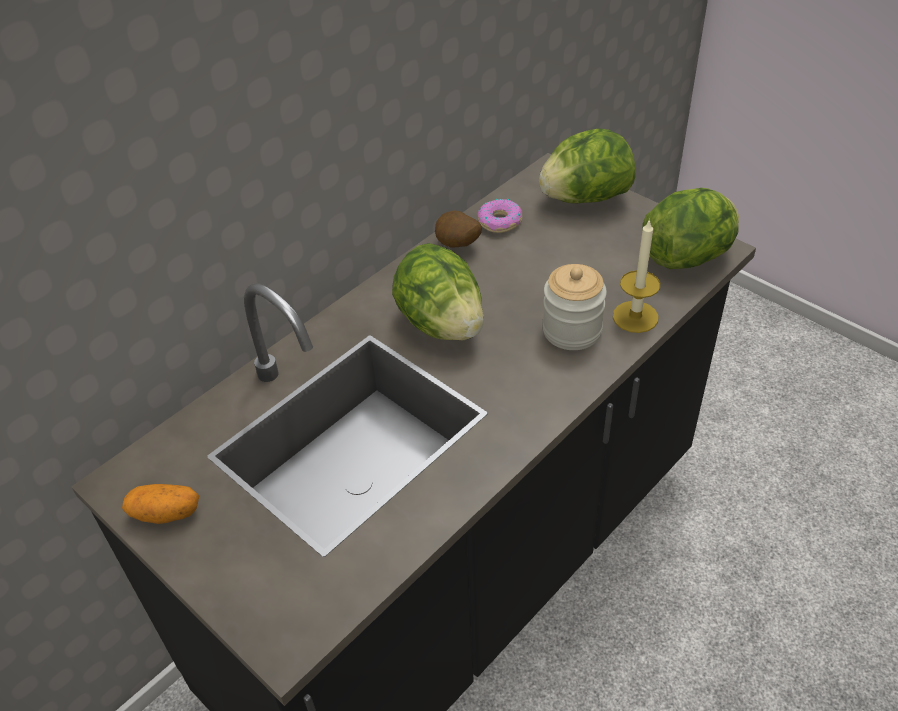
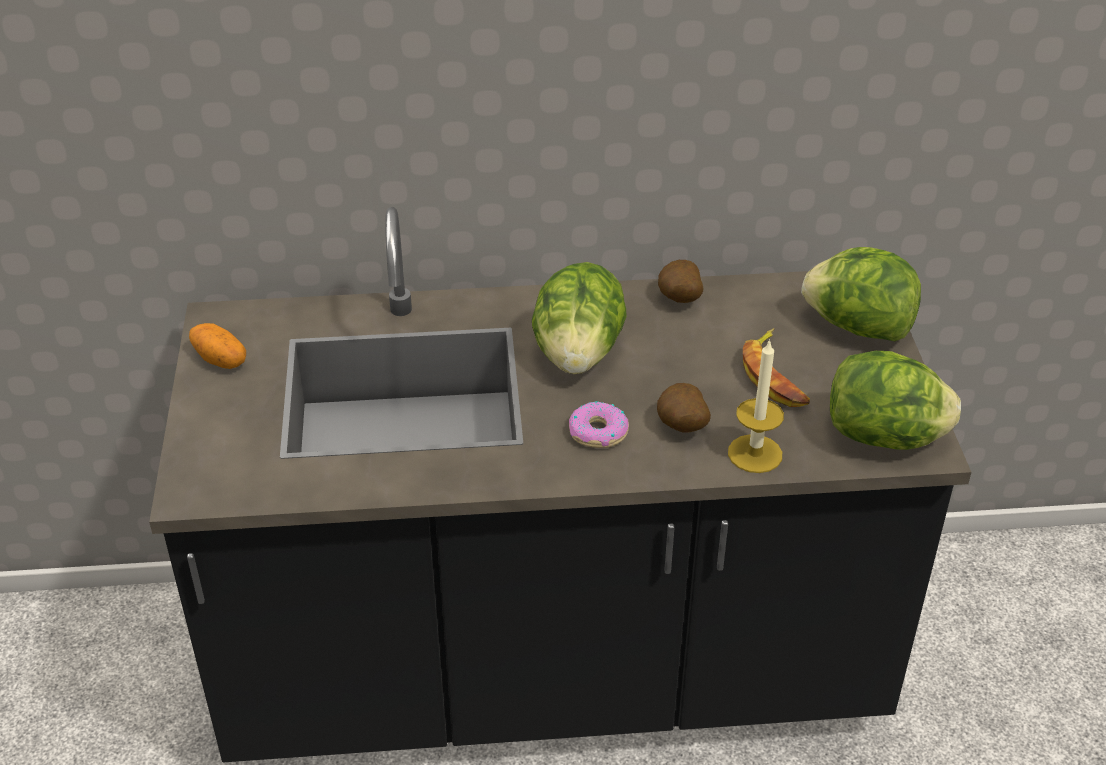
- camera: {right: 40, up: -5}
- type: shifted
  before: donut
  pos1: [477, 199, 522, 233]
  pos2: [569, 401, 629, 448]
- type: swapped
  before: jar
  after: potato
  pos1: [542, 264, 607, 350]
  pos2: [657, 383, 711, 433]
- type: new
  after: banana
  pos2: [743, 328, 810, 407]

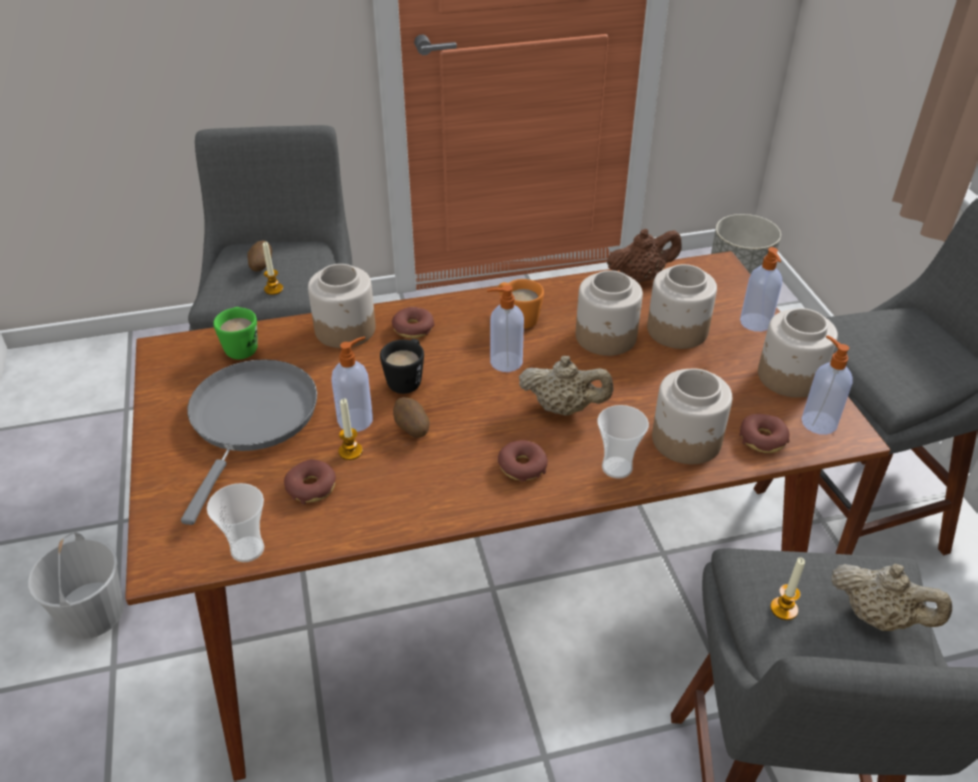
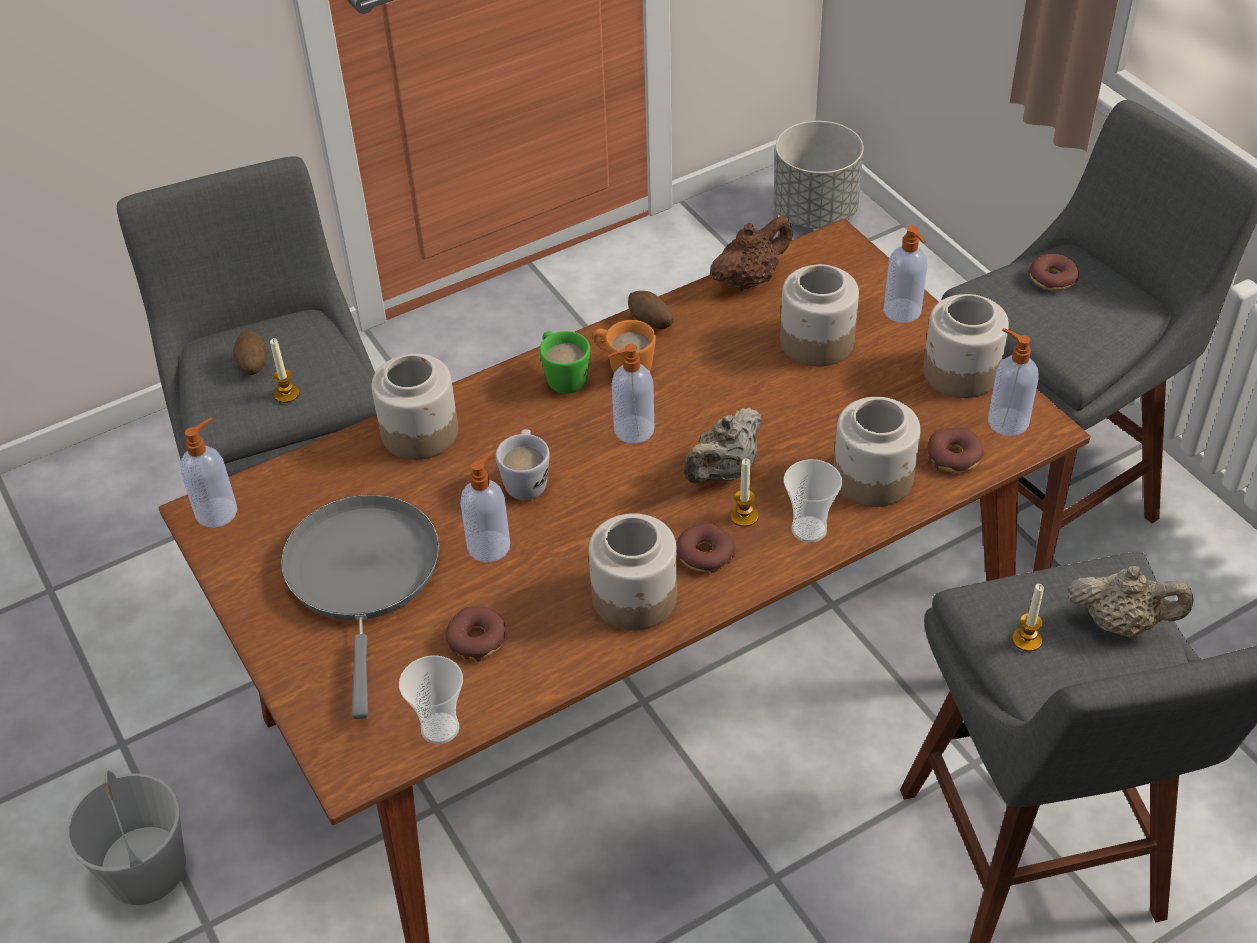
- camera: {right: -15, up: 5}
- type: new
  after: soap dispenser
  pos2: [180, 418, 237, 528]
- type: repainted
  before: black mug
  after: white mug
  pos1: [380, 339, 424, 394]
  pos2: [496, 429, 550, 500]
- type: shifted
  before: green mug
  pos1: [213, 307, 258, 359]
  pos2: [539, 331, 590, 394]
- type: shifted
  before: jar
  pos1: [576, 270, 643, 356]
  pos2: [589, 513, 677, 630]
- type: shifted
  before: potato
  pos1: [393, 397, 430, 438]
  pos2: [628, 291, 674, 330]
- type: rotated
  before: beige teapot
  pos1: [519, 356, 614, 416]
  pos2: [684, 408, 761, 484]
  turn: 135
- type: shifted
  before: candle
  pos1: [339, 399, 363, 460]
  pos2: [730, 458, 758, 527]
- type: shifted
  before: donut
  pos1: [392, 307, 435, 338]
  pos2: [1028, 254, 1079, 291]

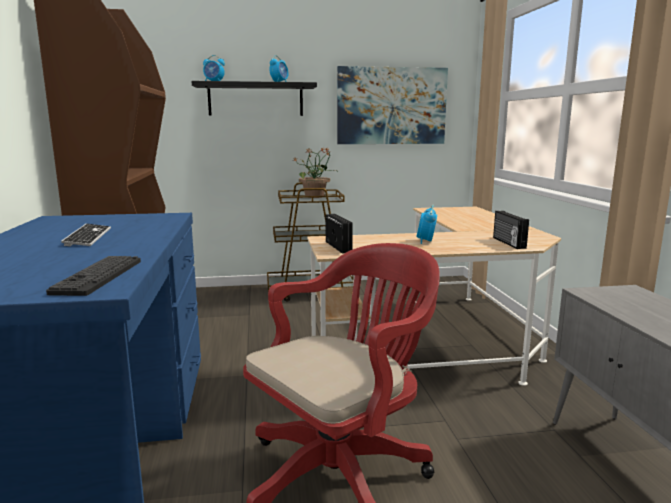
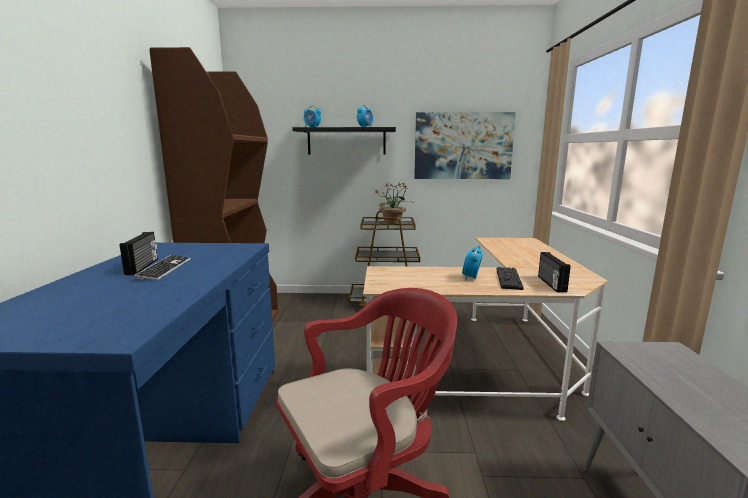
- camera: {right: 10, up: 0}
- type: shifted
  before: radio
  pos1: [326, 214, 353, 254]
  pos2: [120, 232, 158, 275]
- type: shifted
  before: keyboard
  pos1: [46, 256, 141, 296]
  pos2: [496, 267, 524, 290]

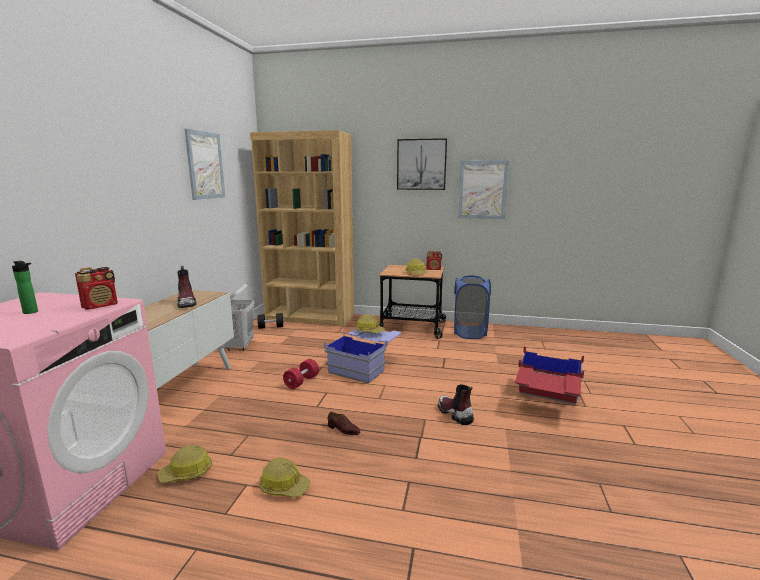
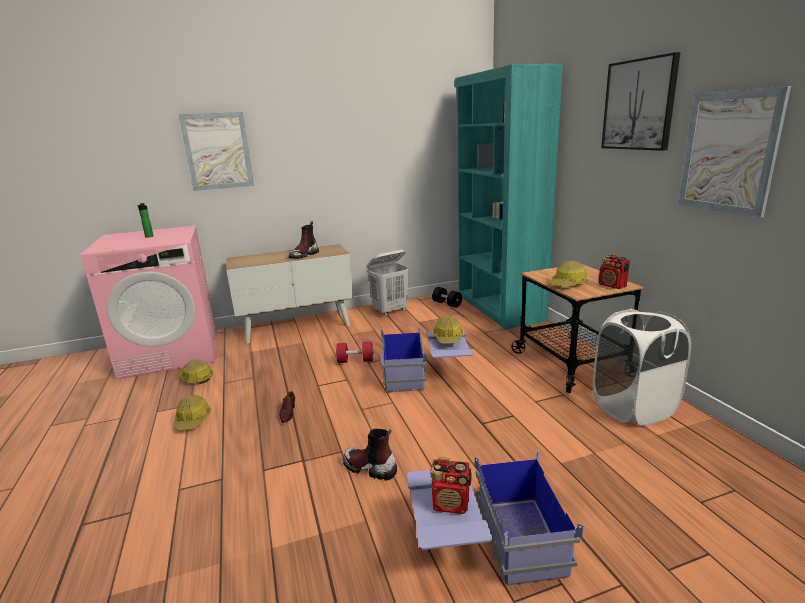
- camera: {right: 60, up: 5}
- type: shifted
  before: picture
  pos1: [185, 129, 225, 200]
  pos2: [178, 112, 254, 191]
- type: rotated
  before: boot
  pos1: [438, 384, 474, 425]
  pos2: [343, 429, 397, 480]
  turn: -90
- type: repainted
  before: red storage box
  after: blue storage box
  pos1: [515, 346, 584, 404]
  pos2: [407, 450, 584, 585]
- type: shifted
  before: radio
  pos1: [75, 267, 118, 310]
  pos2: [430, 457, 472, 514]
- type: repainted
  before: brown bookcase
  after: turquoise bookcase
  pos1: [250, 130, 354, 327]
  pos2: [455, 64, 563, 329]
- type: repainted
  before: blue laundry basket
  after: white laundry basket
  pos1: [454, 276, 491, 339]
  pos2: [593, 309, 691, 426]

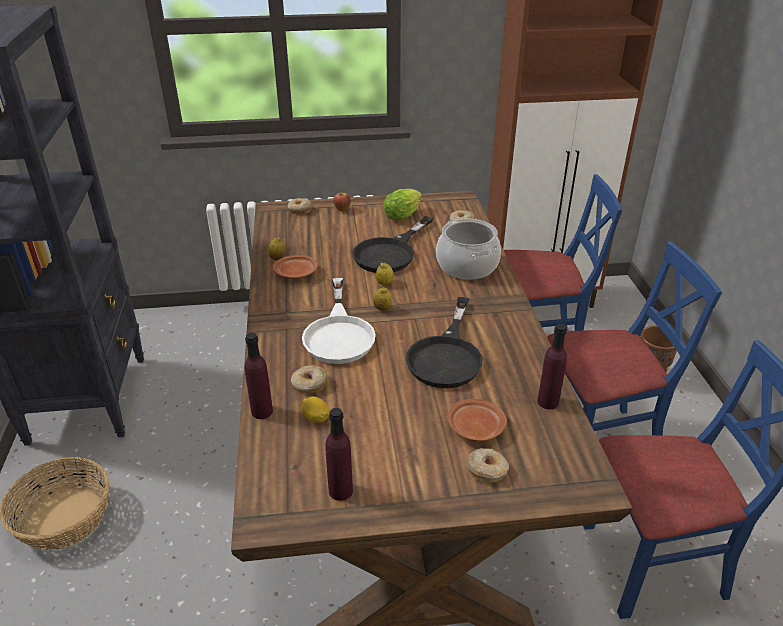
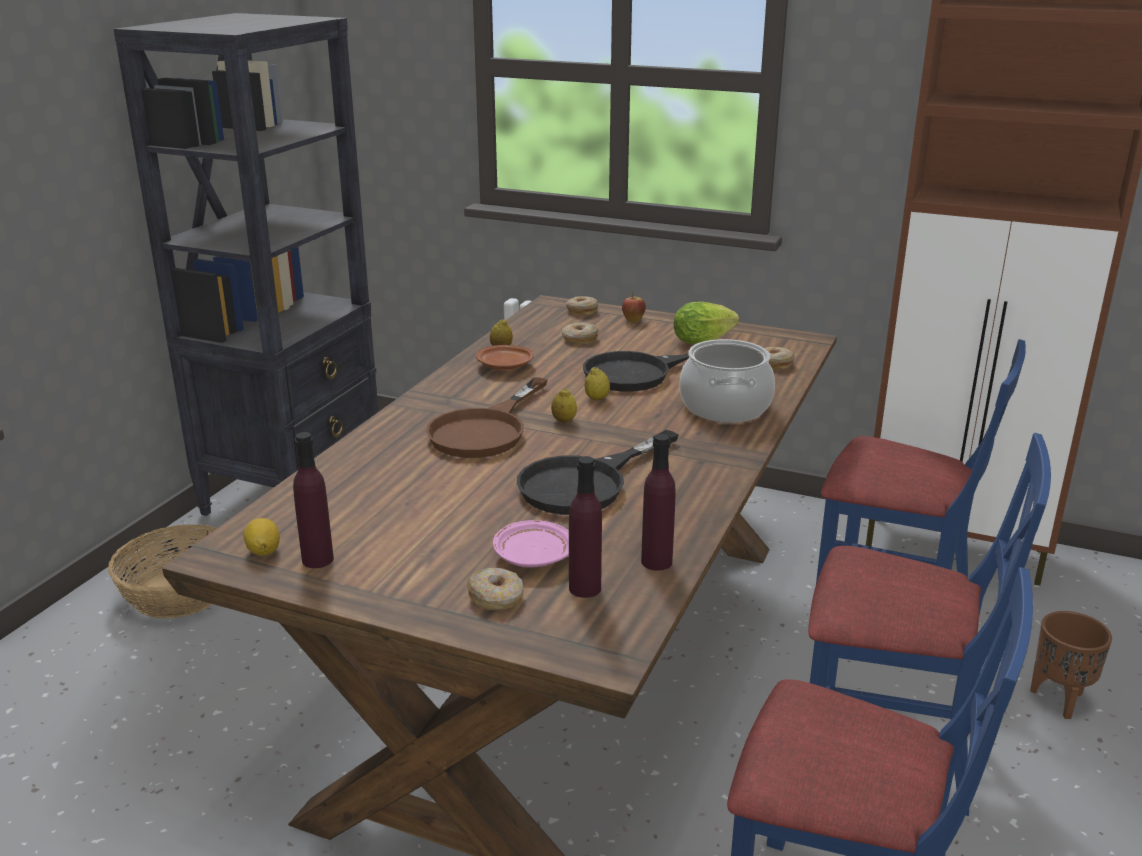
- camera: {right: 30, up: -10}
- type: shifted
  before: lemon
  pos1: [301, 396, 329, 423]
  pos2: [244, 518, 280, 556]
- type: repainted
  before: white frying pan
  after: brown frying pan
  pos1: [302, 278, 376, 364]
  pos2: [426, 377, 548, 458]
- type: repainted
  before: brown plate
  after: pink plate
  pos1: [447, 399, 507, 441]
  pos2: [493, 520, 569, 568]
- type: shifted
  before: donut
  pos1: [291, 365, 327, 393]
  pos2: [562, 322, 599, 344]
- type: shifted
  before: purple bottle
  pos1: [245, 333, 273, 419]
  pos2: [569, 456, 602, 598]

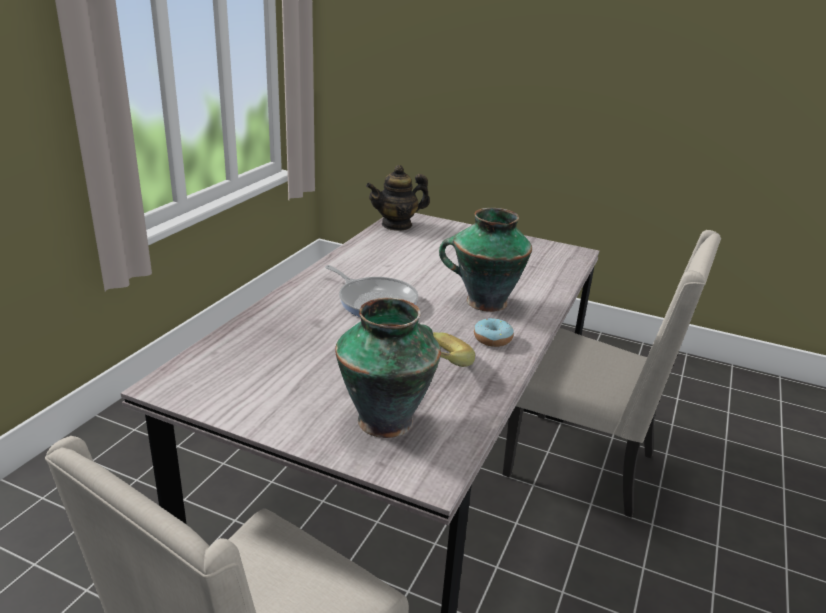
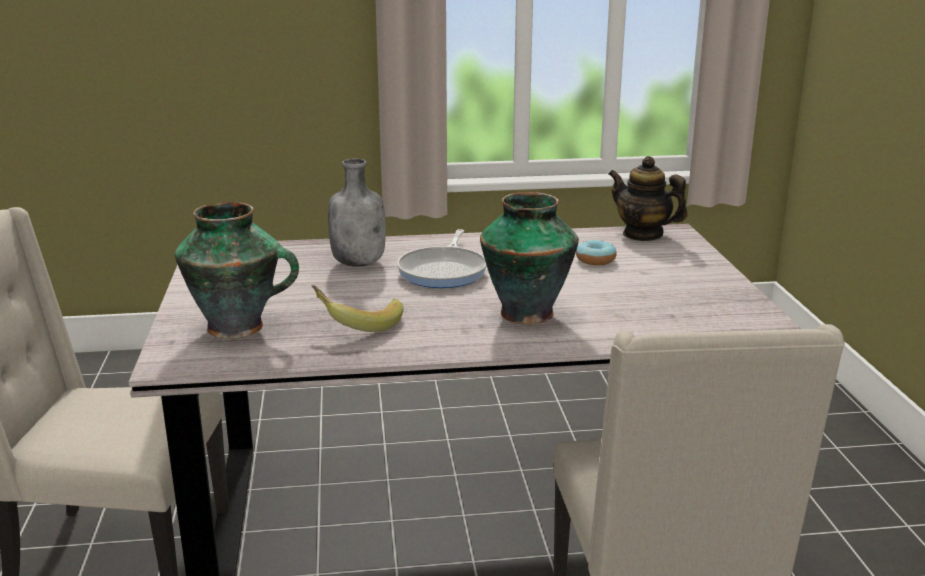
- camera: {right: 60, up: -5}
- type: new
  after: grey bottle
  pos2: [328, 159, 386, 267]
- type: shifted
  before: donut
  pos1: [474, 318, 514, 347]
  pos2: [576, 240, 617, 265]

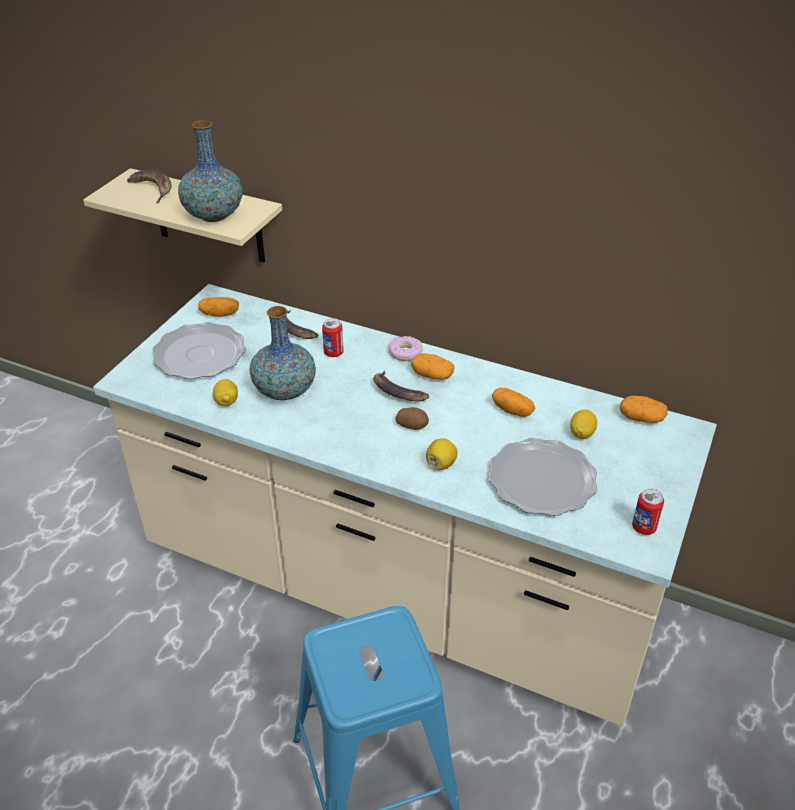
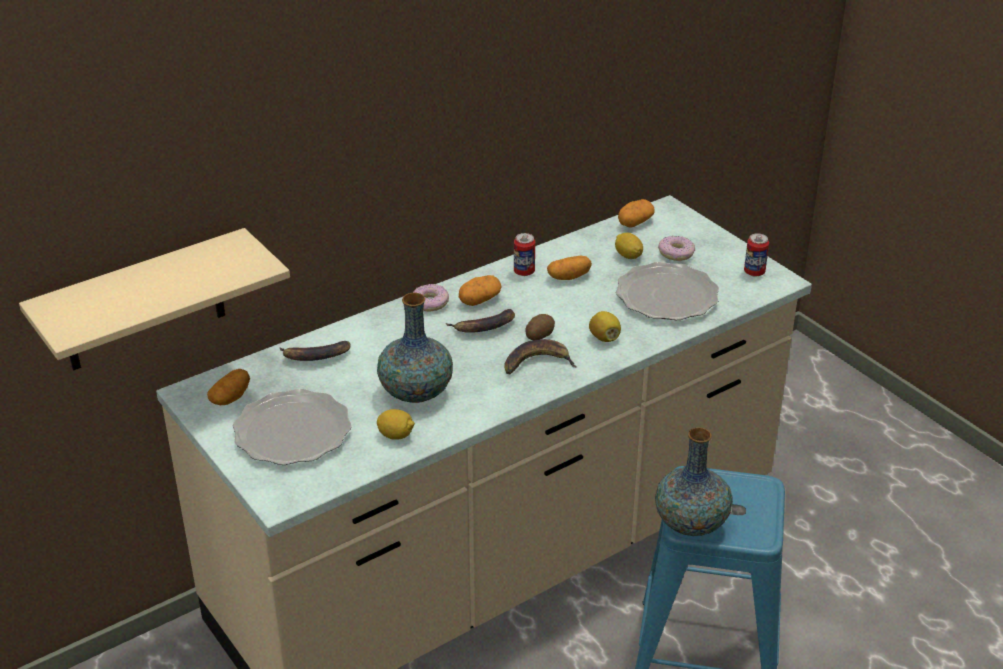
- camera: {right: -60, up: -5}
- type: shifted
  before: banana
  pos1: [127, 170, 172, 203]
  pos2: [504, 339, 576, 374]
- type: shifted
  before: can
  pos1: [322, 318, 344, 357]
  pos2: [514, 233, 535, 276]
- type: shifted
  before: vase
  pos1: [178, 120, 243, 222]
  pos2: [655, 427, 733, 536]
- type: new
  after: donut
  pos2: [658, 236, 695, 261]

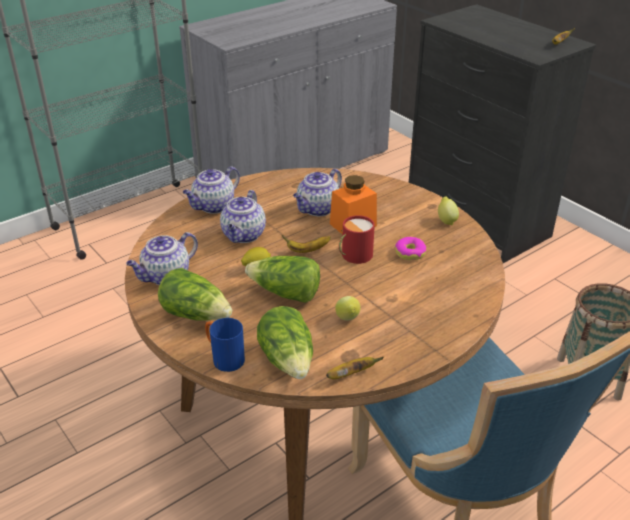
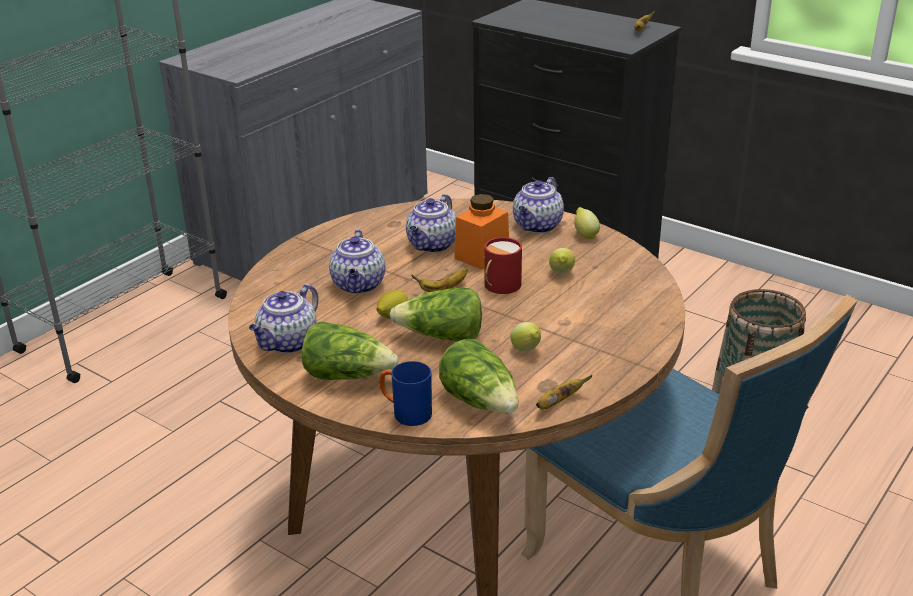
- camera: {right: -15, up: -5}
- type: shifted
  before: teapot
  pos1: [183, 167, 240, 214]
  pos2: [513, 177, 564, 233]
- type: swapped
  before: donut
  after: lemon
  pos1: [395, 237, 426, 260]
  pos2: [549, 248, 575, 274]

